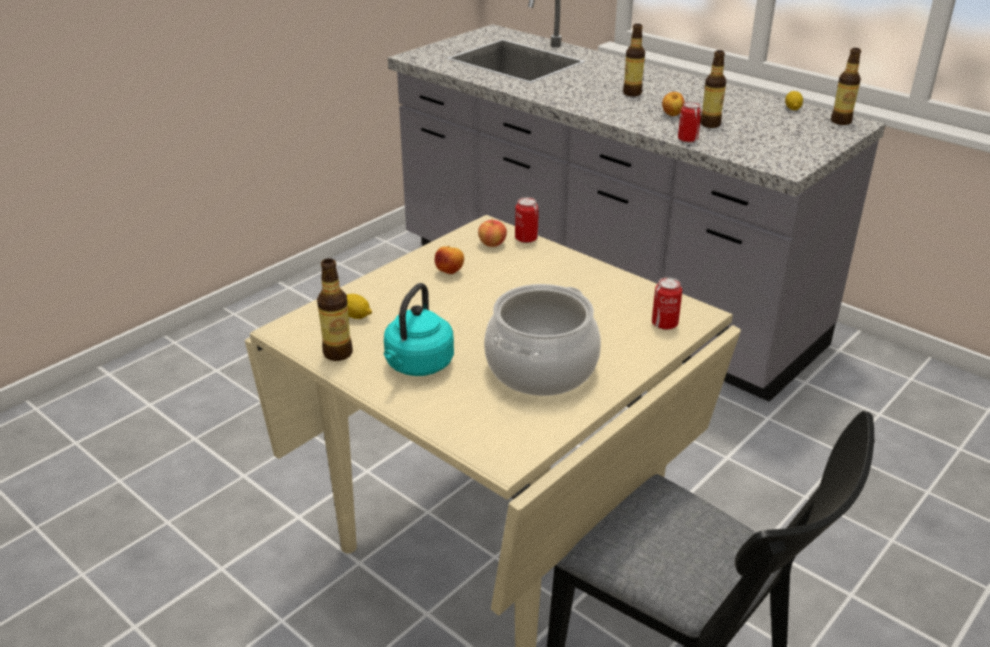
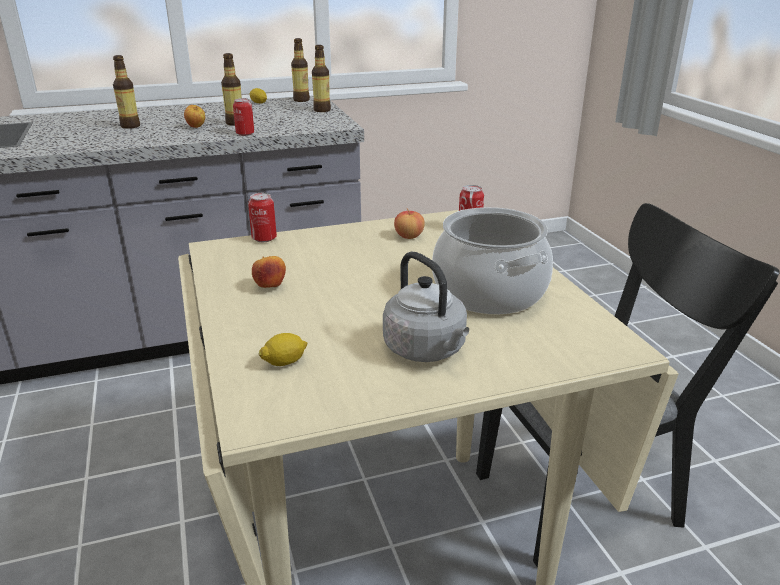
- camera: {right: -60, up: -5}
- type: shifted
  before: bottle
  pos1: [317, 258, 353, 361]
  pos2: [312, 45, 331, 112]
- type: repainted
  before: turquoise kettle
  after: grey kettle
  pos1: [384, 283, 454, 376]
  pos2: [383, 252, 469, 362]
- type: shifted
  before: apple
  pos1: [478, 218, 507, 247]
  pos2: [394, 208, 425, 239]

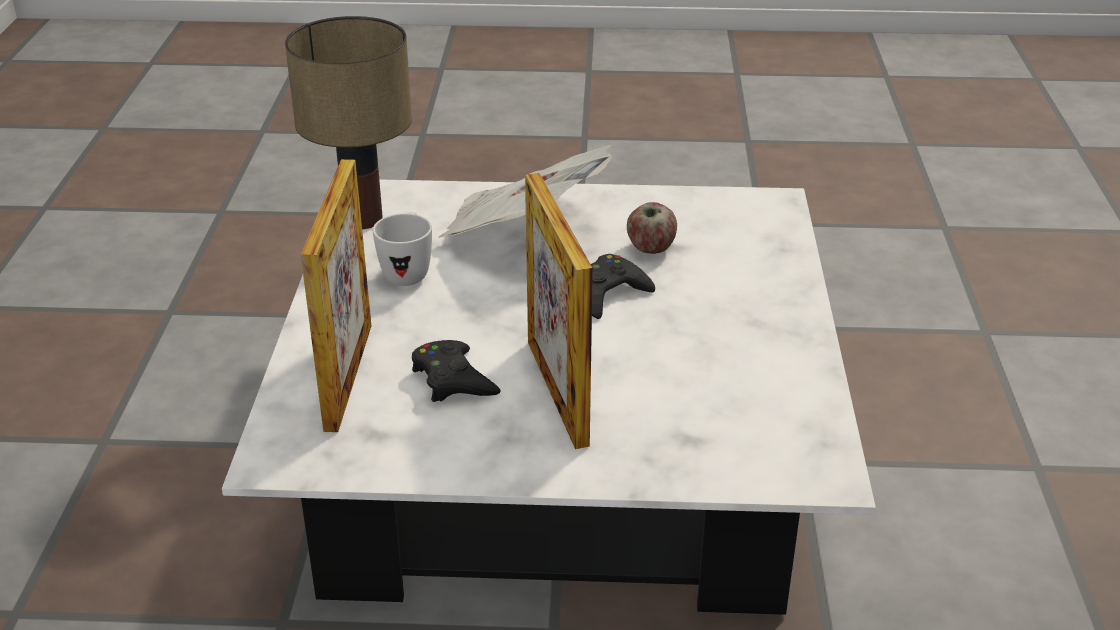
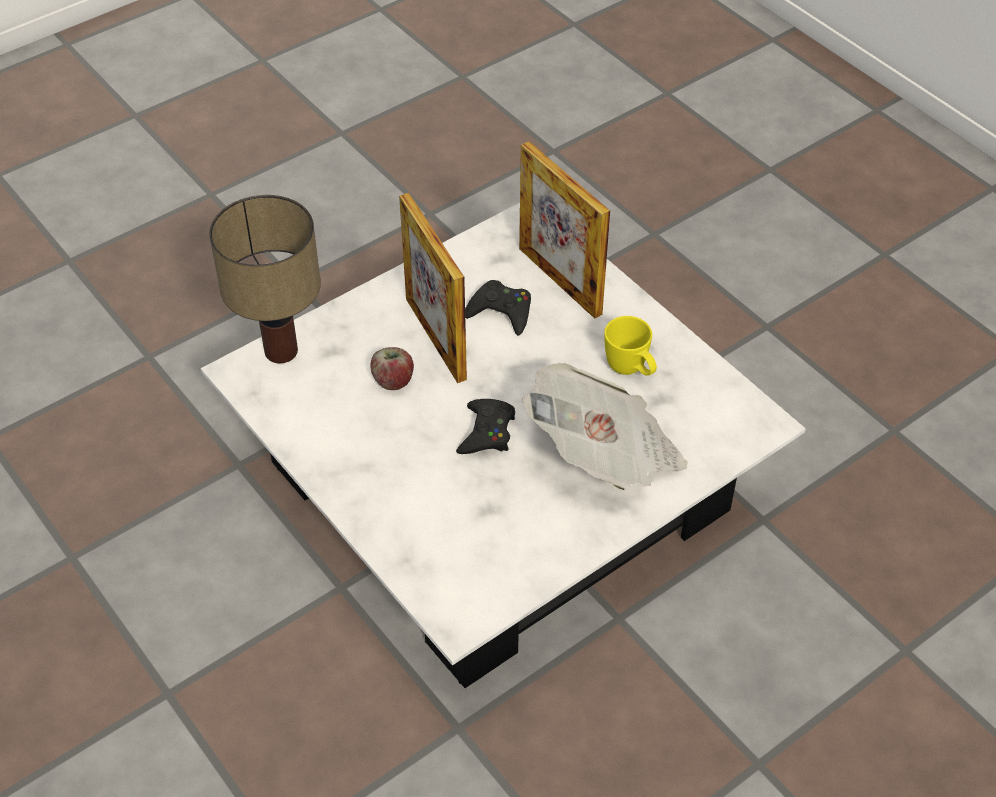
- camera: {right: 140, up: 15}
- type: shifted
  before: table lamp
  pos1: [285, 16, 412, 229]
  pos2: [209, 195, 321, 363]
- type: shifted
  before: apple
  pos1: [627, 202, 677, 254]
  pos2: [370, 347, 414, 390]
- type: rotated
  before: picture frame
  pos1: [525, 173, 593, 449]
  pos2: [399, 193, 467, 383]
  turn: -150
- type: repainted
  before: white mug
  after: yellow mug
  pos1: [373, 212, 432, 286]
  pos2: [604, 316, 657, 376]

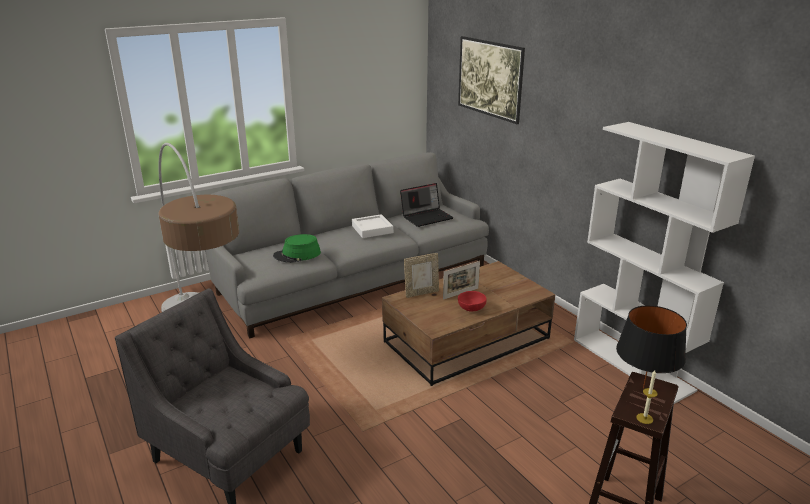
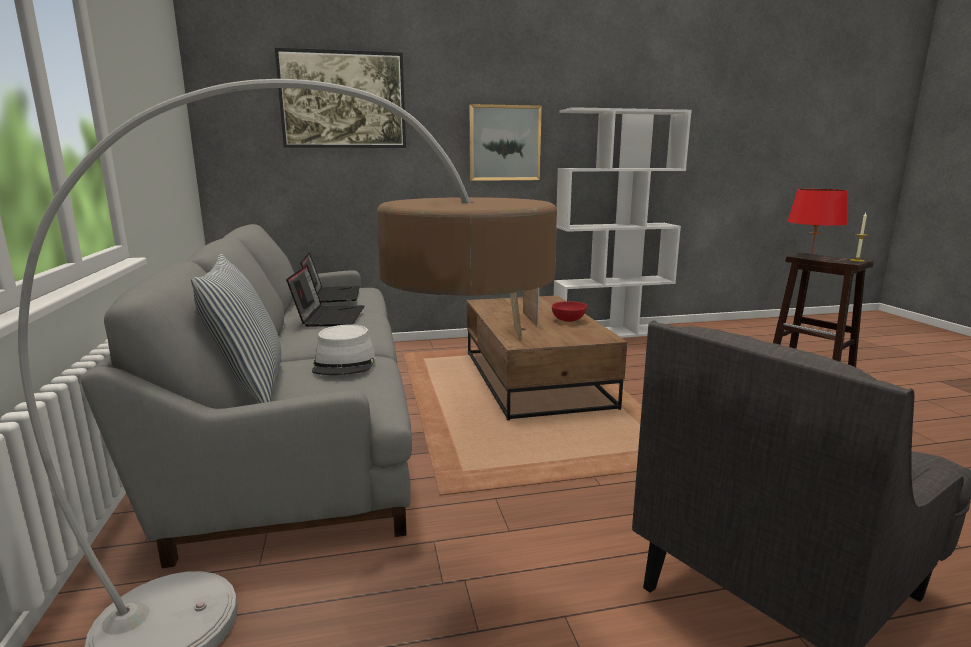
- camera: {right: -70, up: -10}
- type: new
  after: pillow
  pos2: [191, 254, 282, 403]
- type: swapped
  before: white tray
  after: laptop
  pos1: [352, 214, 393, 238]
  pos2: [286, 265, 364, 326]
- type: repainted
  before: green hat
  after: grey hat
  pos1: [273, 234, 321, 263]
  pos2: [312, 325, 376, 375]
- type: new
  after: picture
  pos2: [470, 104, 542, 181]
- type: repainted
  before: black table lamp
  after: red table lamp
  pos1: [616, 305, 687, 389]
  pos2: [787, 189, 847, 257]

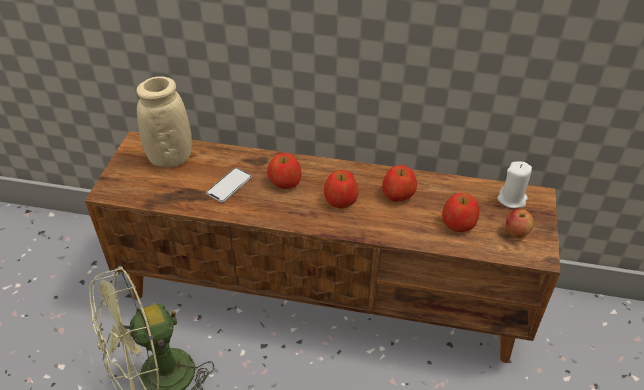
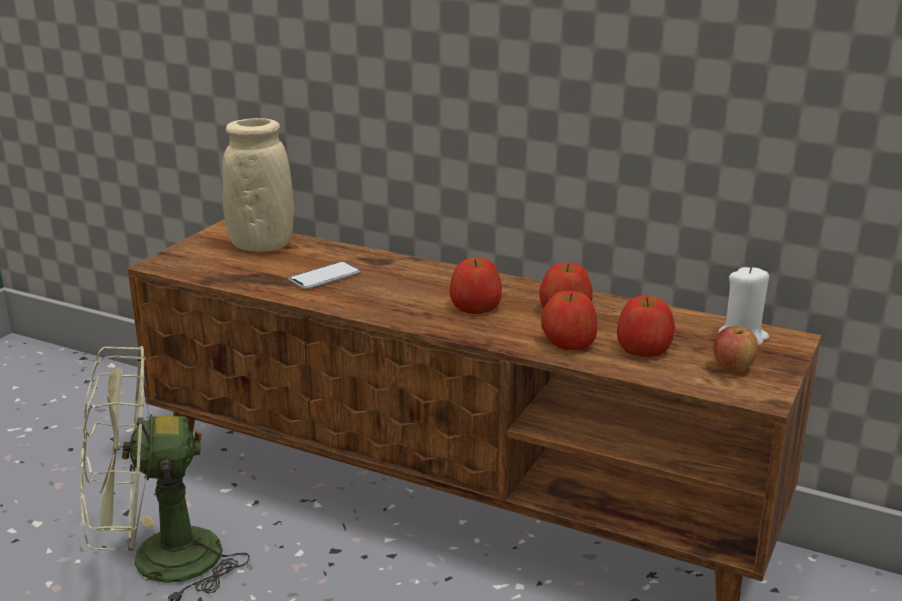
- camera: {right: 15, up: -20}
- type: shifted
  before: apple
  pos1: [267, 153, 302, 189]
  pos2: [541, 291, 597, 350]

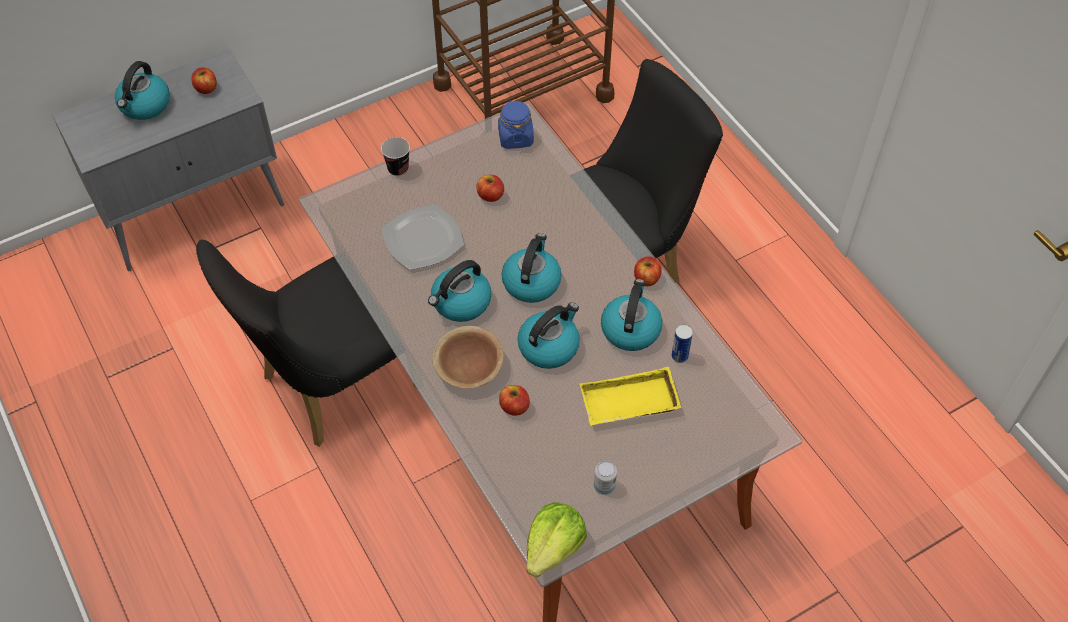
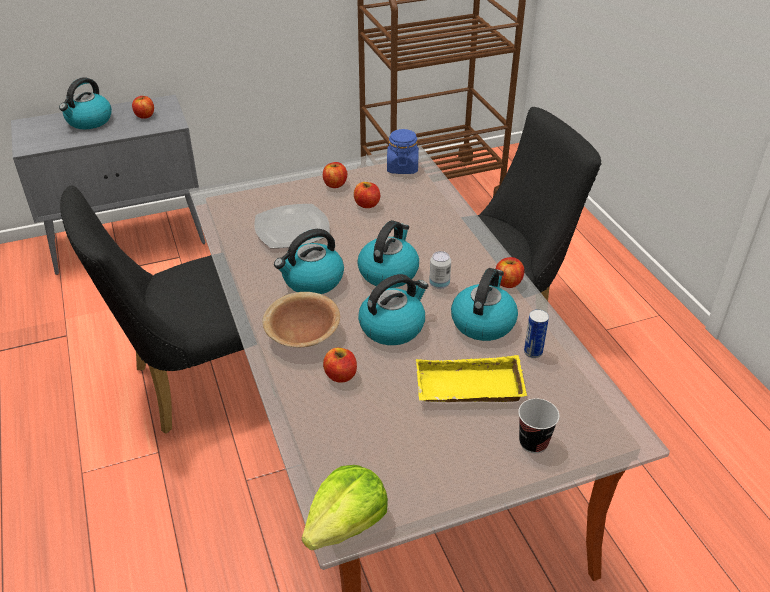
- camera: {right: 10, up: -15}
- type: new
  after: apple
  pos2: [323, 162, 347, 188]
- type: shifted
  before: can
  pos1: [594, 460, 617, 495]
  pos2: [429, 251, 451, 289]
- type: shifted
  before: cup
  pos1: [381, 137, 410, 176]
  pos2: [518, 399, 559, 453]

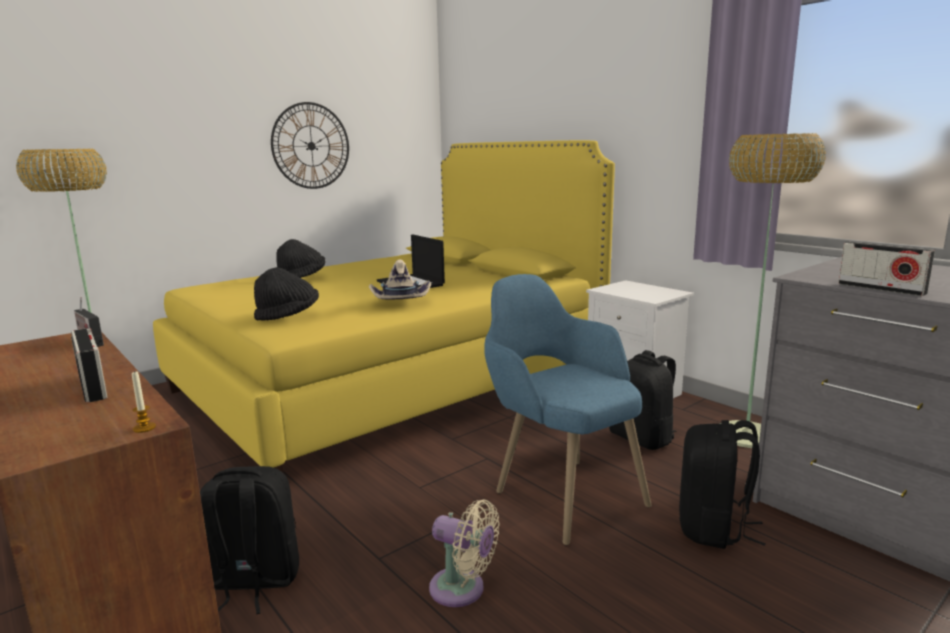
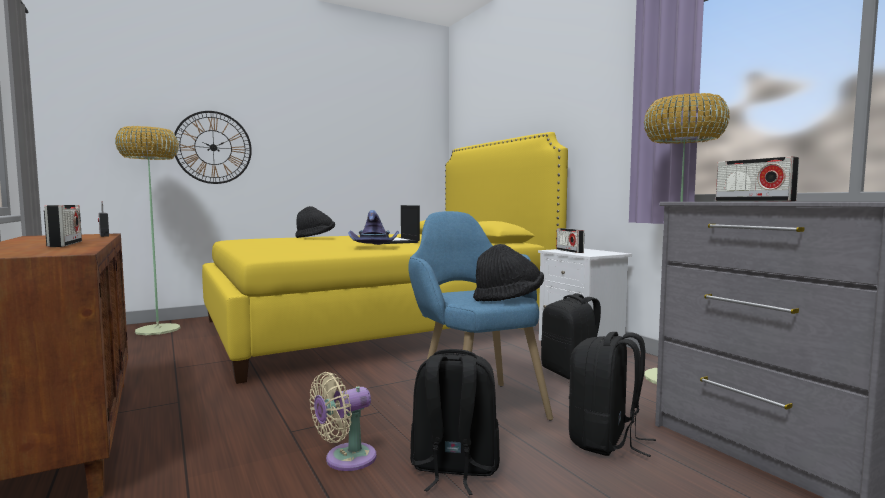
- camera: {right: 10, up: -10}
- type: shifted
  before: wall clock
  pos1: [271, 102, 349, 189]
  pos2: [174, 111, 252, 184]
- type: rotated
  before: beige fan
  pos1: [429, 500, 500, 607]
  pos2: [309, 372, 376, 471]
  turn: 105
- type: repainted
  before: beige hat
  after: purple hat
  pos1: [369, 259, 431, 299]
  pos2: [348, 210, 399, 245]
- type: shifted
  before: black backpack
  pos1: [200, 466, 299, 614]
  pos2: [410, 349, 500, 495]
- type: shifted
  before: black hat
  pos1: [254, 267, 319, 321]
  pos2: [473, 244, 544, 301]
- type: new
  after: radio
  pos2: [556, 228, 584, 253]
- type: gone
  before: candle
  pos1: [132, 370, 156, 433]

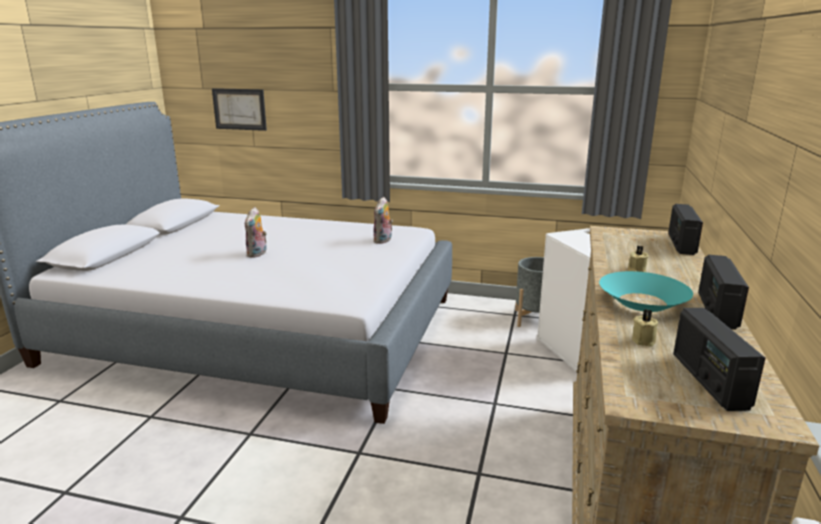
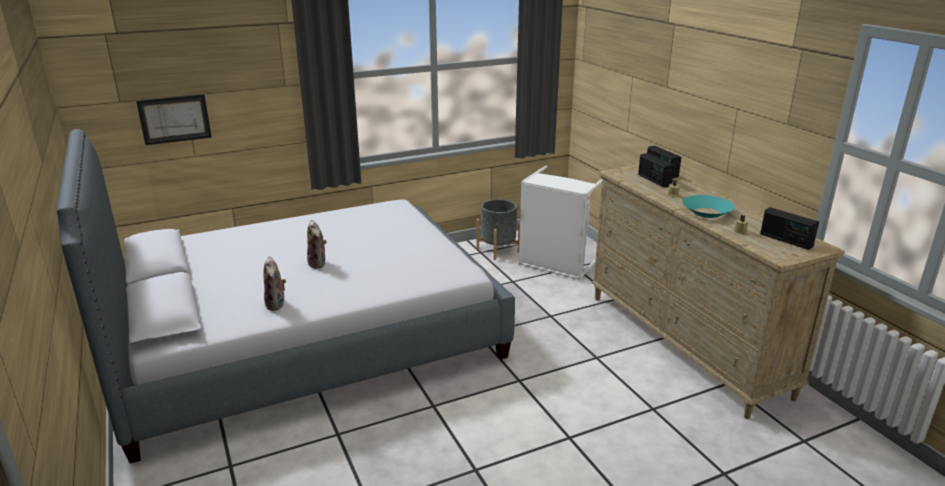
- camera: {right: -40, up: 5}
- type: shifted
  before: plush toy
  pos1: [373, 196, 393, 244]
  pos2: [263, 256, 286, 311]
- type: shifted
  before: radio
  pos1: [698, 255, 749, 329]
  pos2: [638, 153, 674, 188]

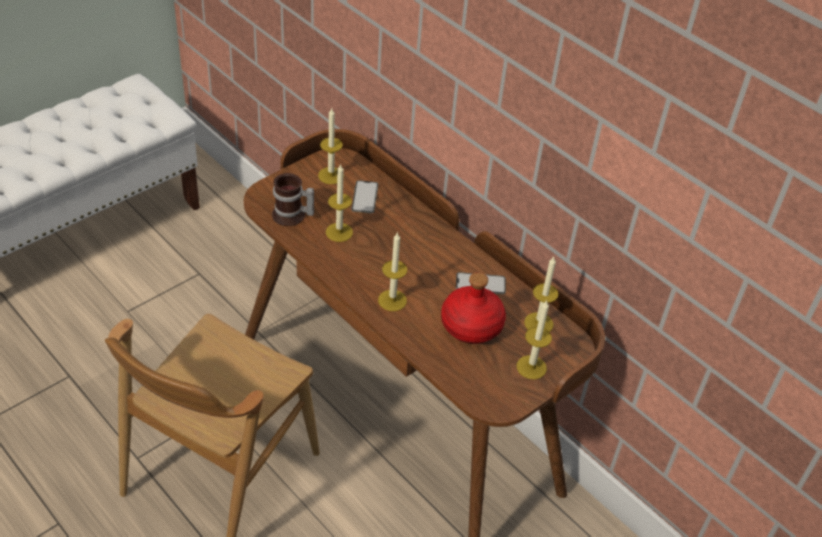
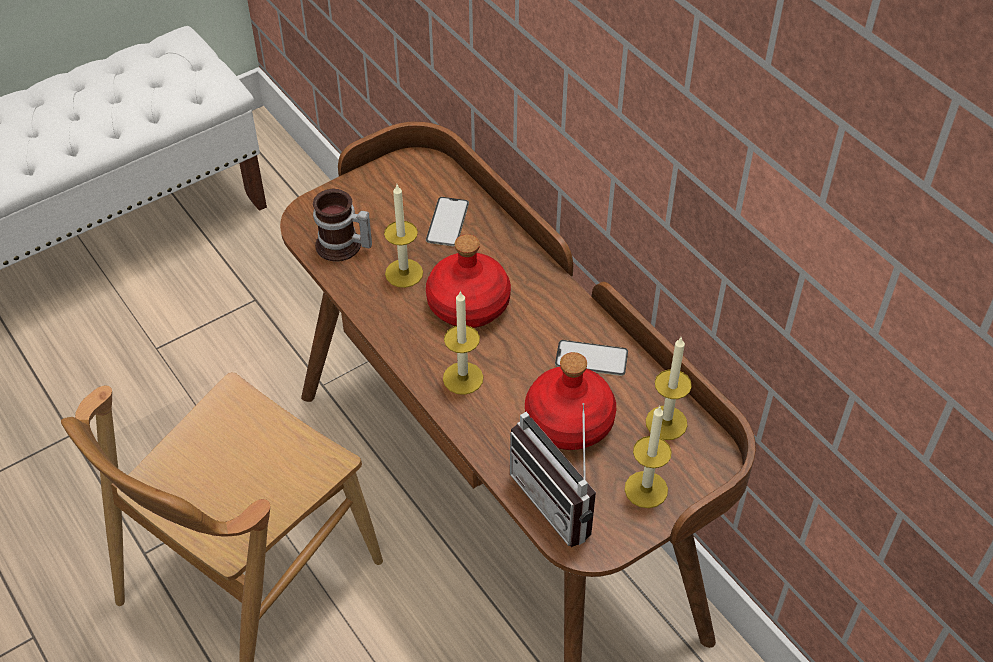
- camera: {right: 10, up: 5}
- type: new
  after: red bottle
  pos2: [426, 234, 511, 328]
- type: new
  after: radio
  pos2: [510, 403, 596, 547]
- type: gone
  before: candle
  pos1: [318, 108, 344, 184]

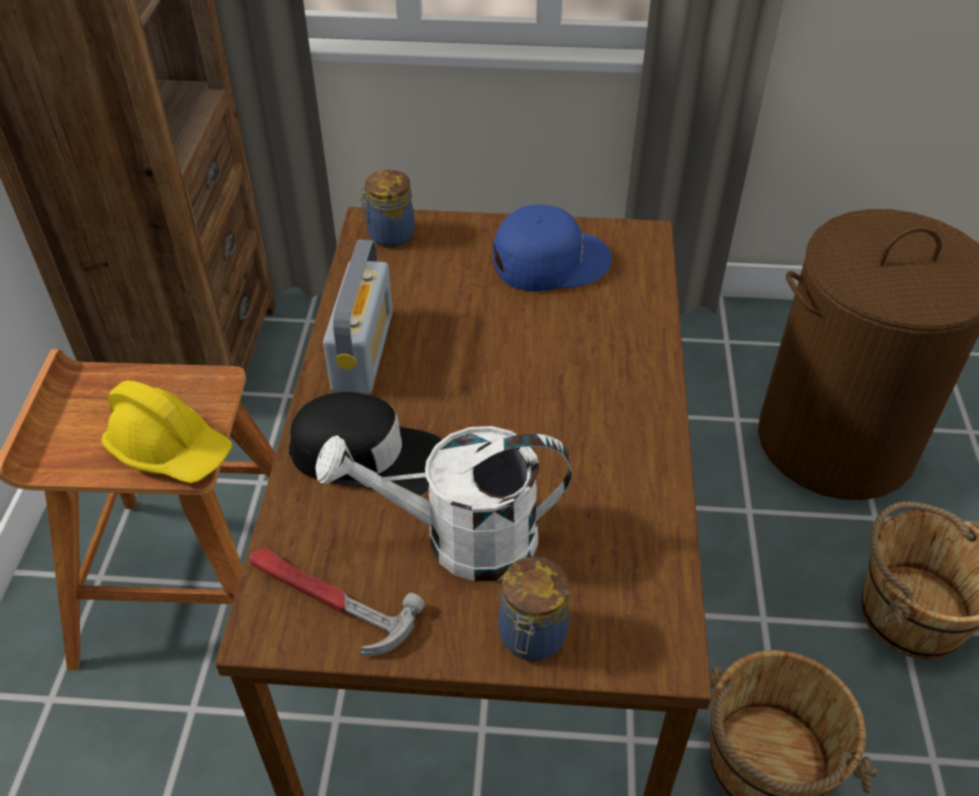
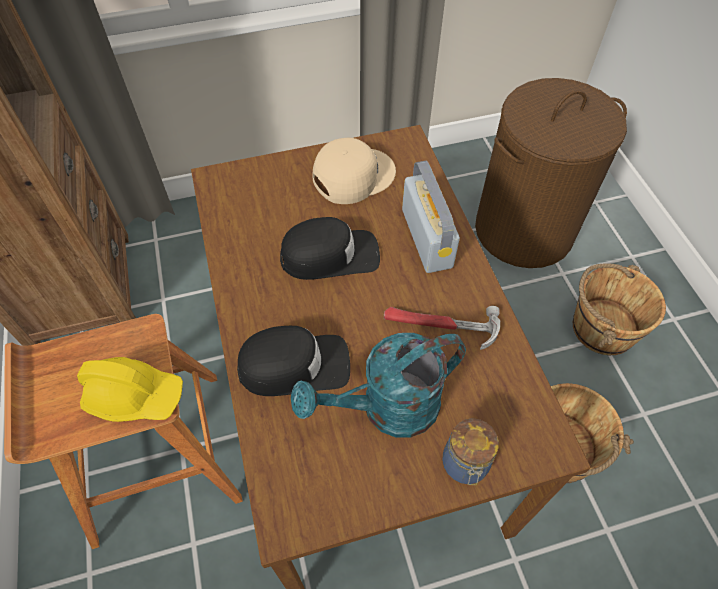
- camera: {right: -20, up: 10}
- type: new
  after: black cap
  pos2: [280, 217, 380, 280]
- type: repainted
  before: white watering can
  after: turquoise watering can
  pos1: [315, 426, 571, 581]
  pos2: [291, 333, 466, 437]
- type: repainted
  before: blue cap
  after: beige cap
  pos1: [493, 205, 612, 291]
  pos2: [312, 138, 396, 204]
- type: shifted
  before: hammer
  pos1: [250, 548, 425, 656]
  pos2: [384, 306, 500, 350]
- type: shifted
  before: radio
  pos1: [323, 240, 393, 394]
  pos2: [402, 161, 460, 273]
- type: gone
  before: jar
  pos1: [359, 170, 415, 247]

